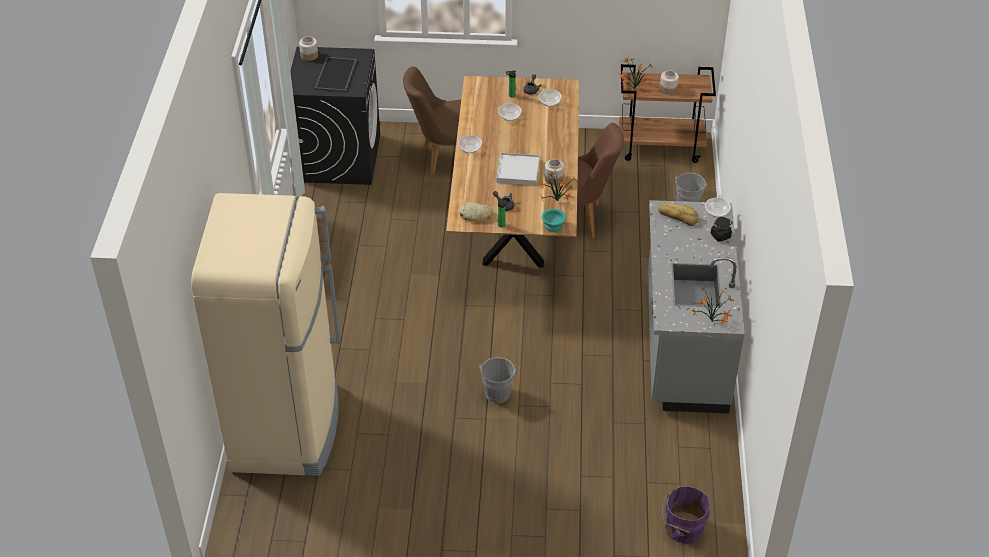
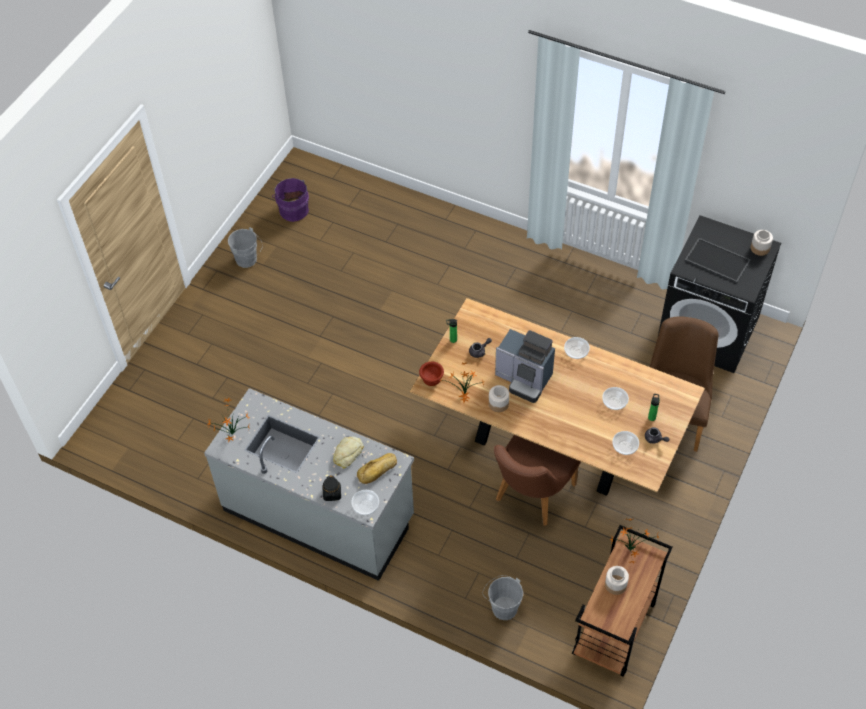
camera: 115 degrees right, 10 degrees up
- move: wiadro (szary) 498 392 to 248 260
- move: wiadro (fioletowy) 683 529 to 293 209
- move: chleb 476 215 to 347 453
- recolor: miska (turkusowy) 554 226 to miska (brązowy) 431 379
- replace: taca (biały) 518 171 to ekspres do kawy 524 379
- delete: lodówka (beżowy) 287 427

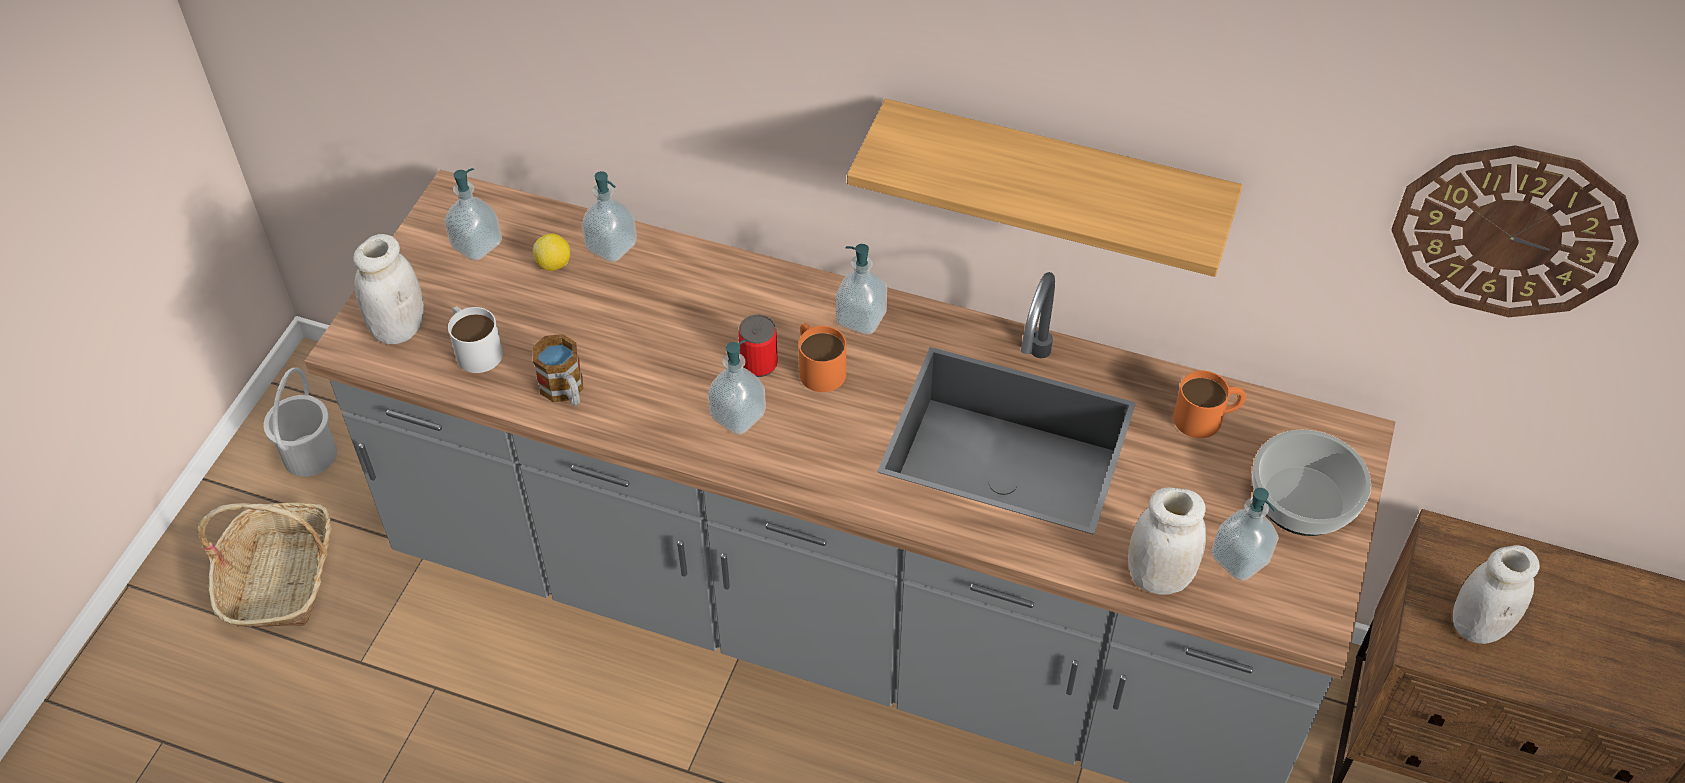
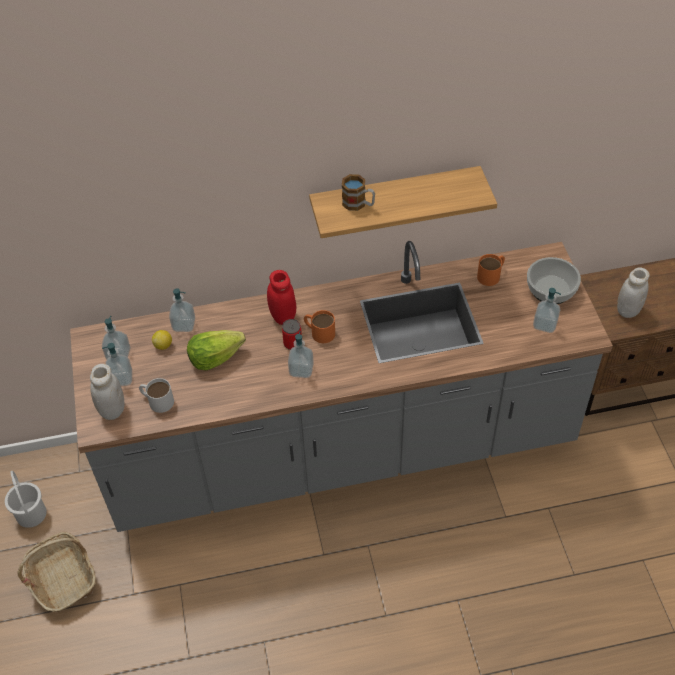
camera: 30 degrees left, 0 degrees up
- move: dozownik mydła 861 318 to 121 378
- insert: sałata 215 358
- insert: słoik (czerwony) 283 316
- move: kubek 565 391 to 358 204
- delete: słoik (biały) 1158 577
- delete: zegar ścienny 1512 231

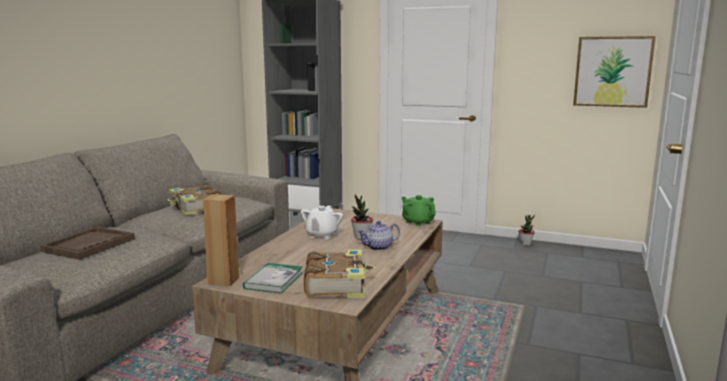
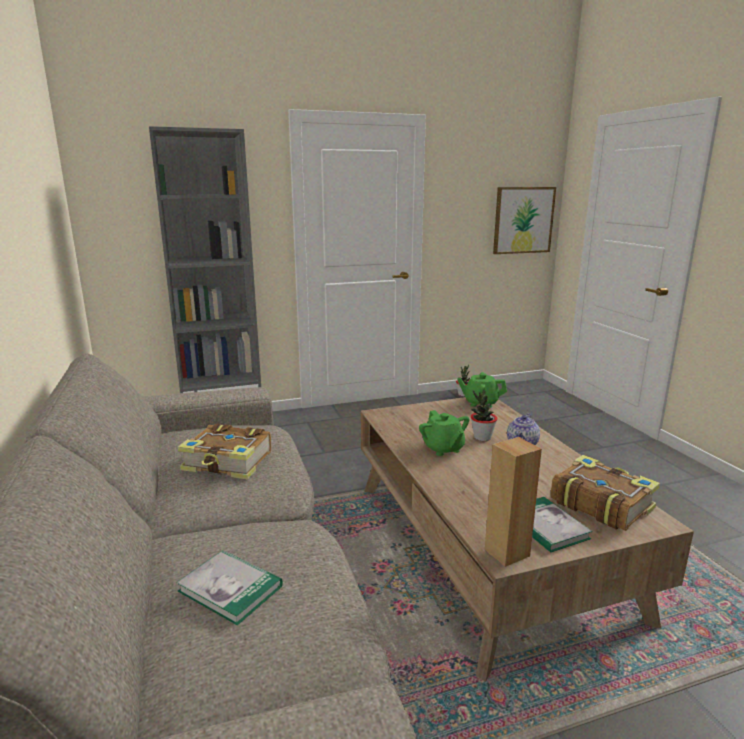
camera: 40 degrees left, 5 degrees up
- replace: taca (brązowy) 89 245 to książka 230 588
- recolor: imbryk (biały) 321 235 to imbryk (zielony) 443 448

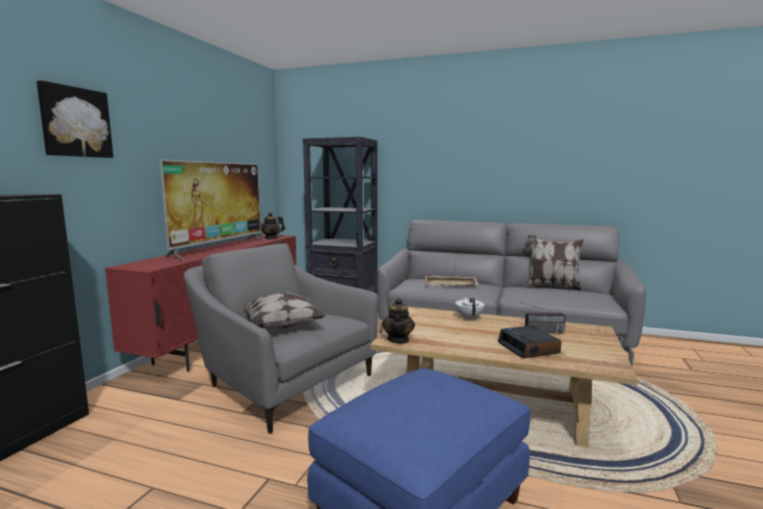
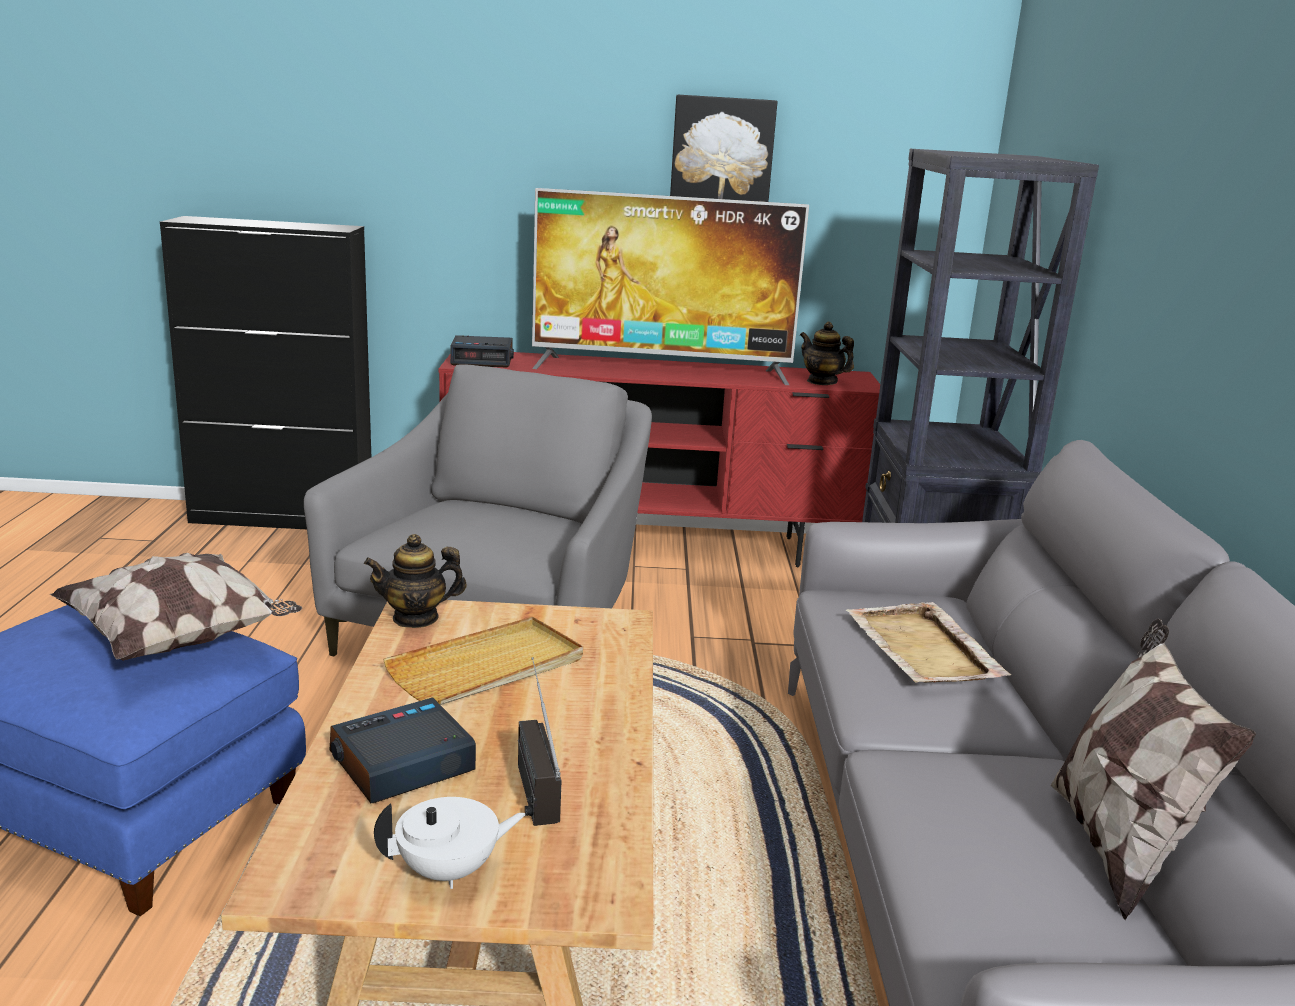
camera: 70 degrees right, 10 degrees up
- move: poduszka 283 326 to 181 640
- move: imbryk (biały) 469 317 to 449 871
- insert: taca (beżowy) 488 668
- insert: budzik 483 360
- move: obraz 75 122 to 722 150

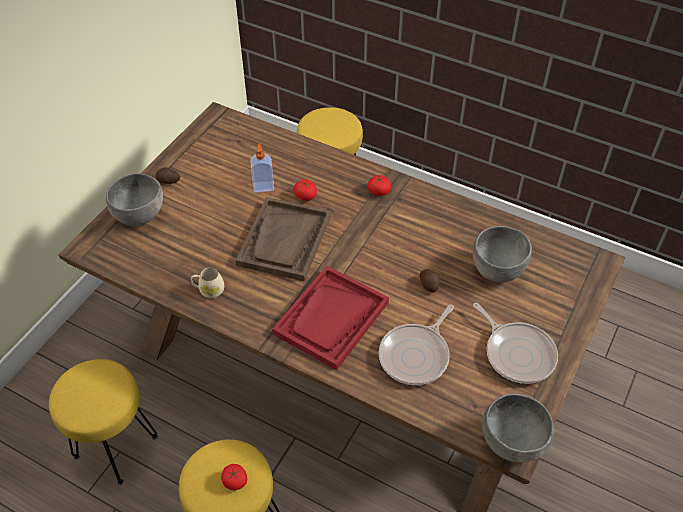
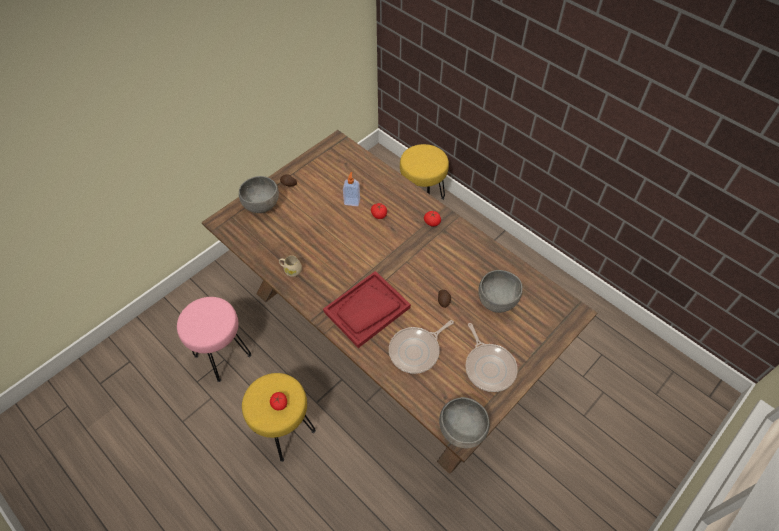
camera: 15 degrees right, 5 degrees up
- recolor: stołek (żółty) 115 447 to stołek (różowy) 222 355
- delete: taca (brązowy) 285 240

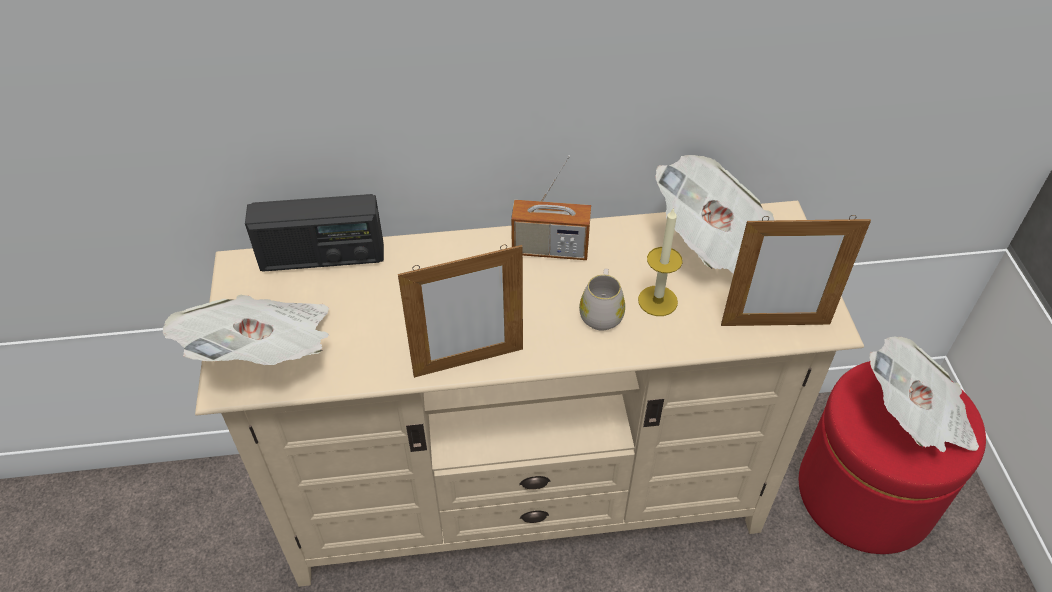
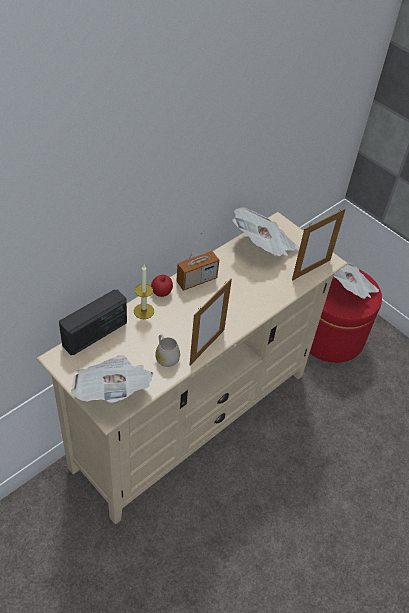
camera: 40 degrees left, 0 degrees up
- move: świeca 657 301 to 143 311
- insert: jabłko 162 292
- move: kubek (biały) 601 312 to 166 357

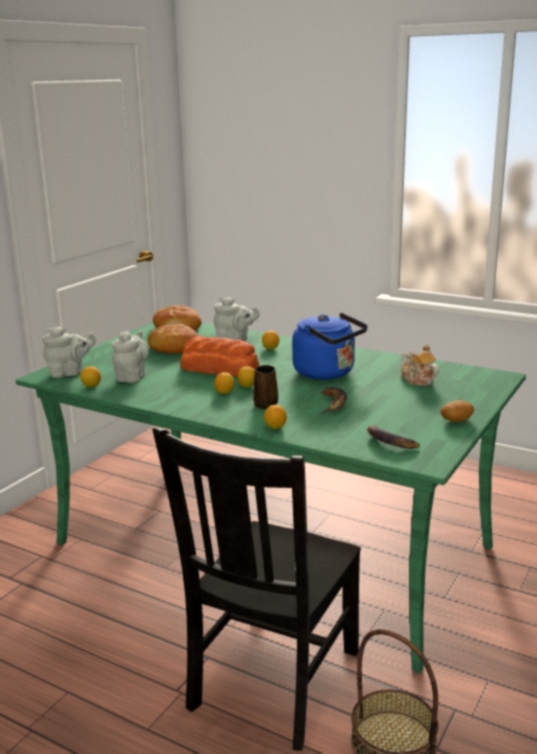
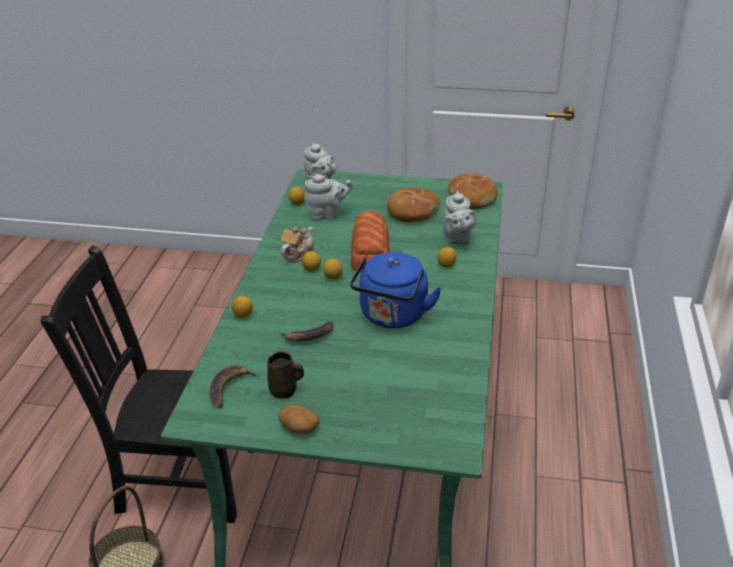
camera: 70 degrees right, 15 degrees up
- move: kubek (brązowy) 266 404 to 285 391
- move: imbryk 417 380 to 297 254

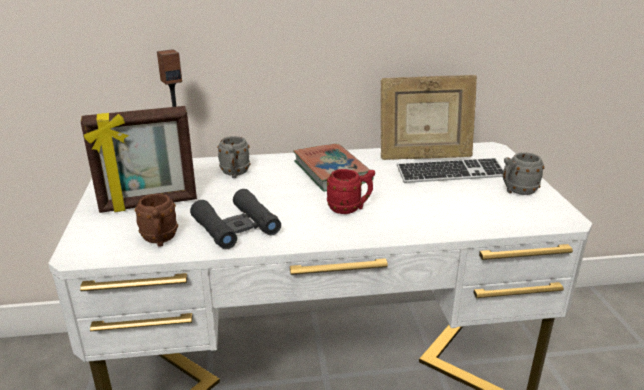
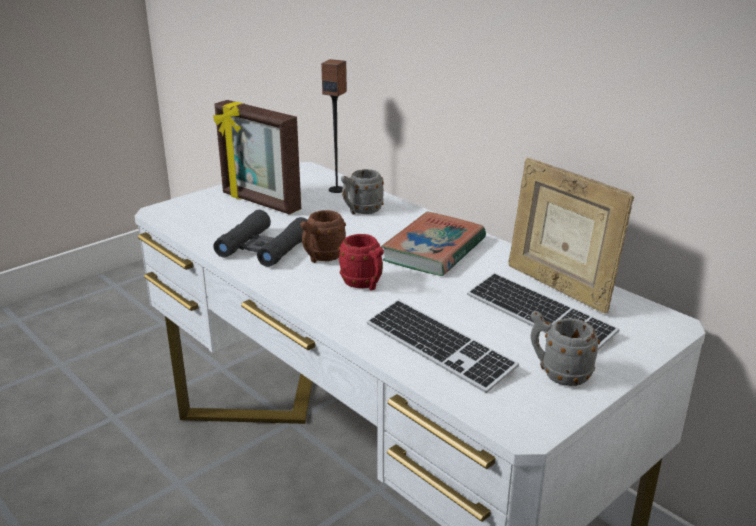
camera: 55 degrees right, 0 degrees up
- move: kubek (brązowy) 160 240 to 321 258
- insert: klawiatura 438 347

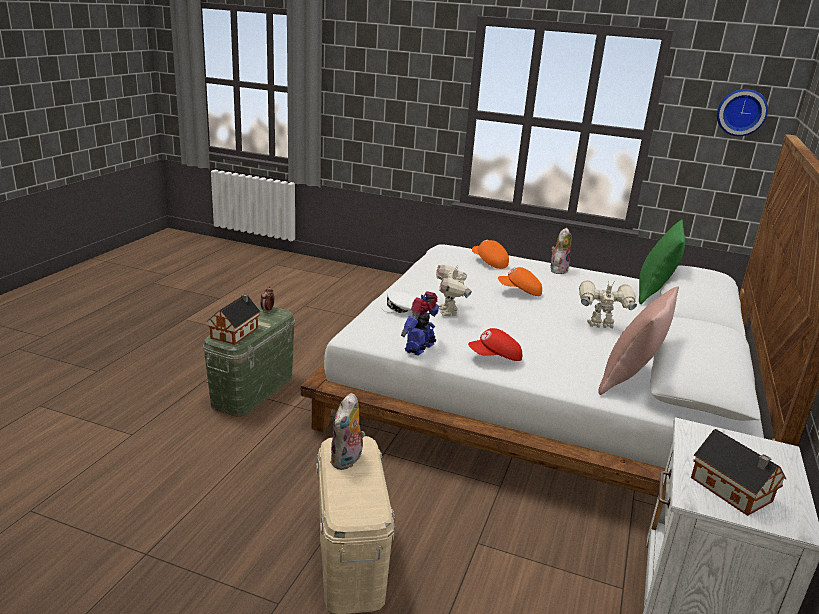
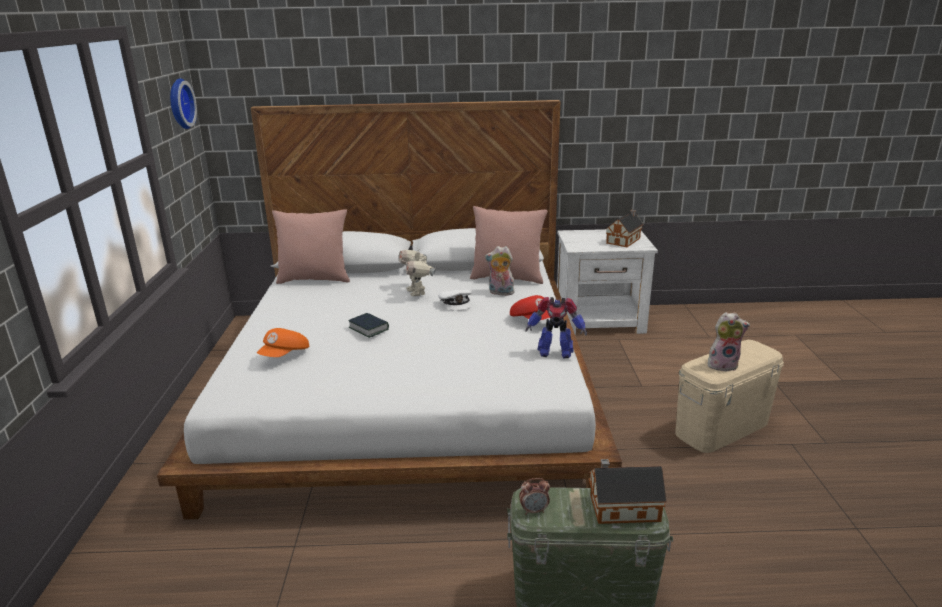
camera: 110 degrees left, 0 degrees up
- recolor: poduszka (zielony) 654 294 to poduszka (różowy) 315 279
- replace: czapka z daszkiem (pomarańczowy) 520 292 to książka 368 328
- move: czapka z daszkiem (biały) 401 309 to 456 303
- move: pluszak 558 270 to 500 293
- delete: robot zabawkowy 449 312

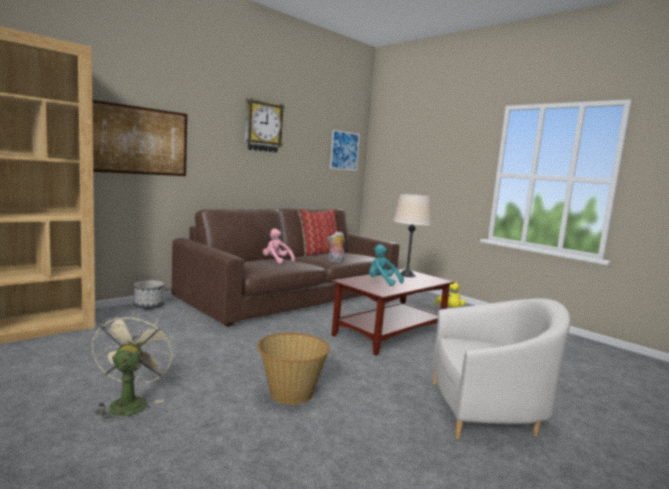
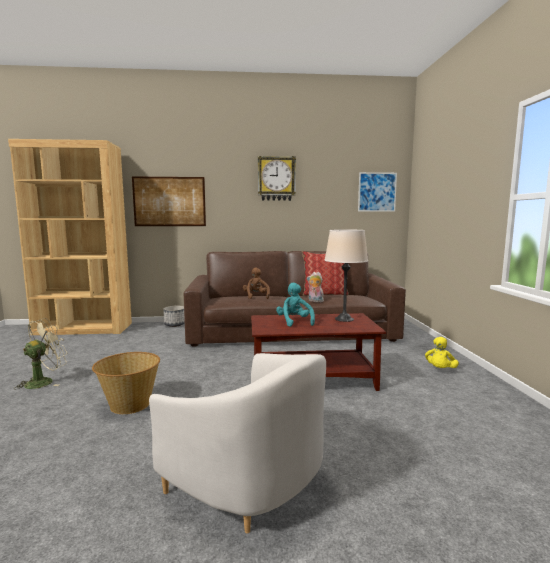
camera: 40 degrees right, 0 degrees up
- recolor: pluszak (różowy) 276 261 to pluszak (brązowy) 256 296

